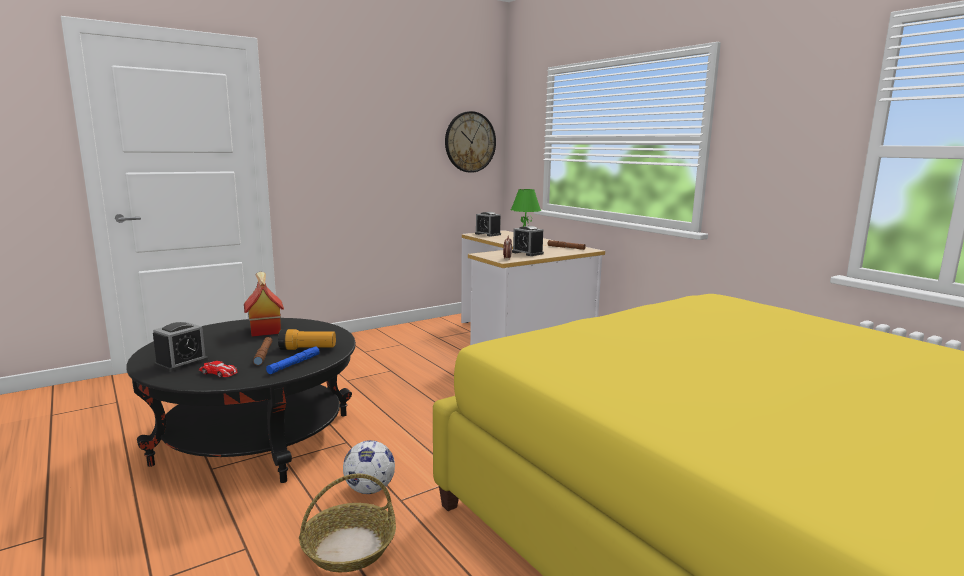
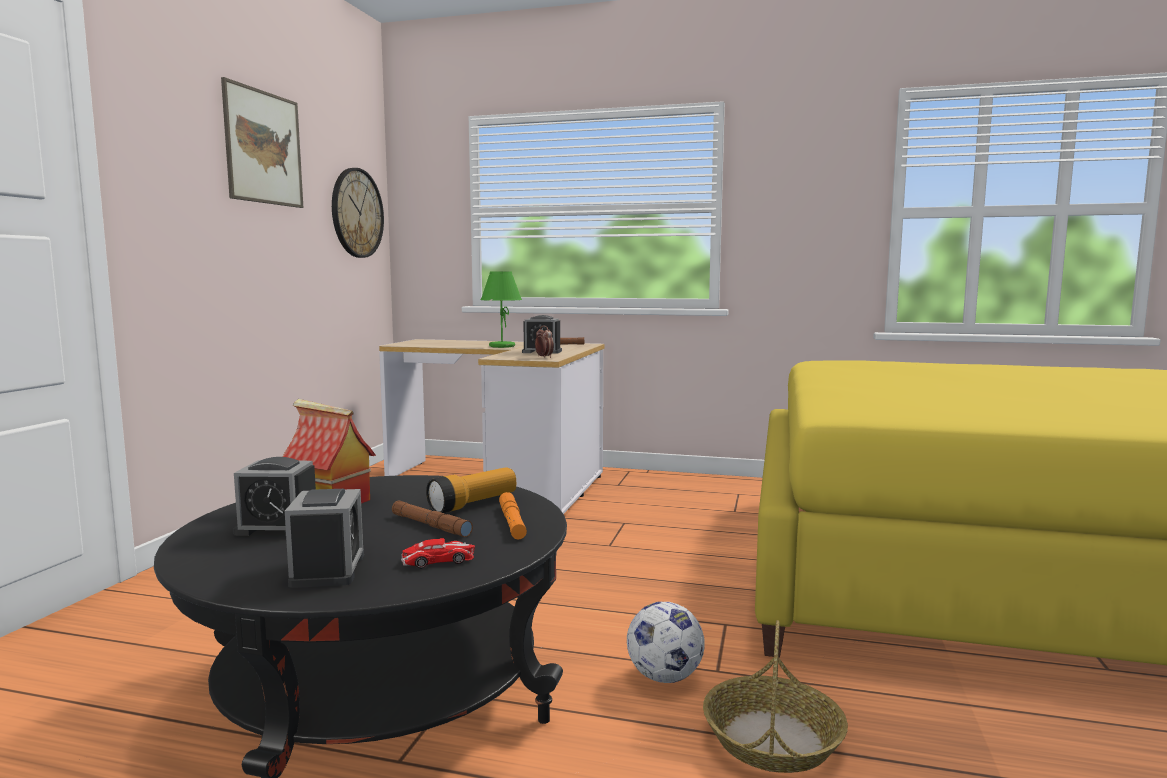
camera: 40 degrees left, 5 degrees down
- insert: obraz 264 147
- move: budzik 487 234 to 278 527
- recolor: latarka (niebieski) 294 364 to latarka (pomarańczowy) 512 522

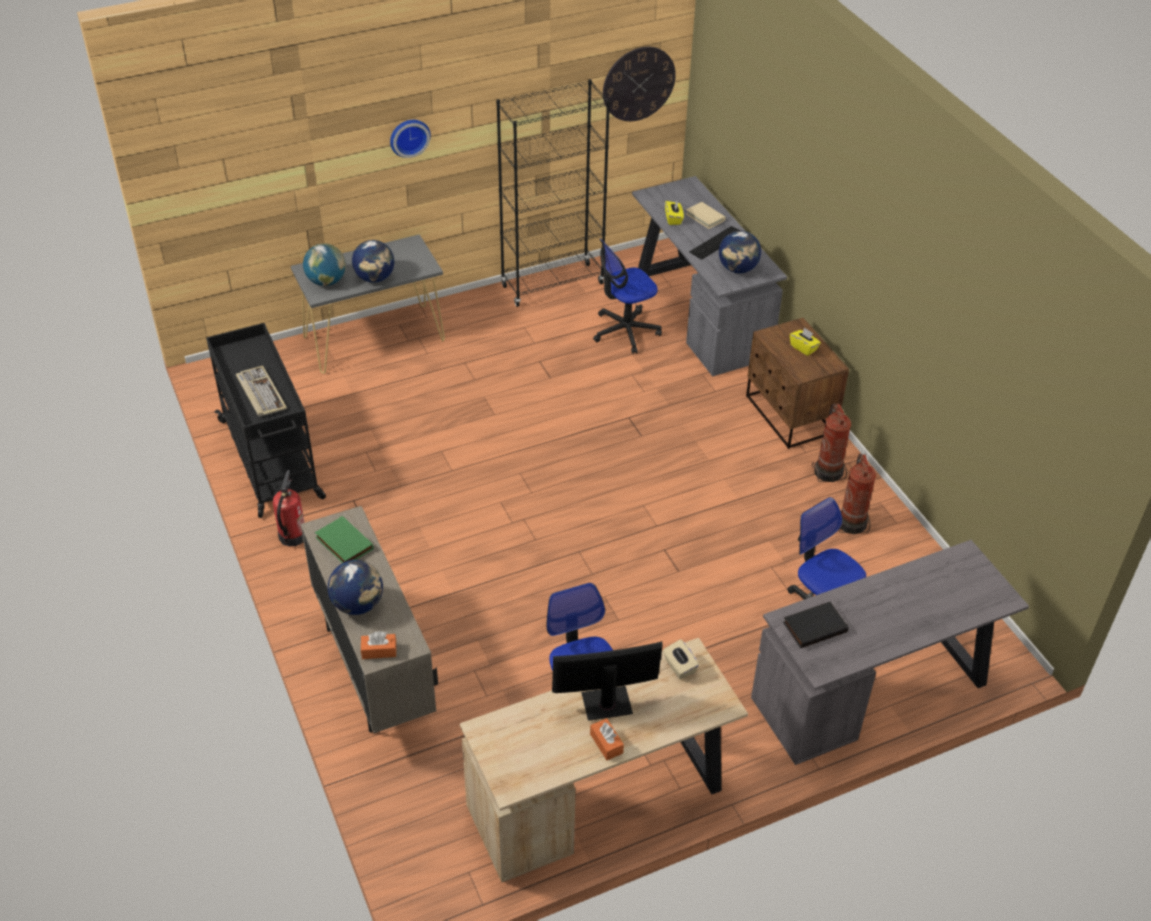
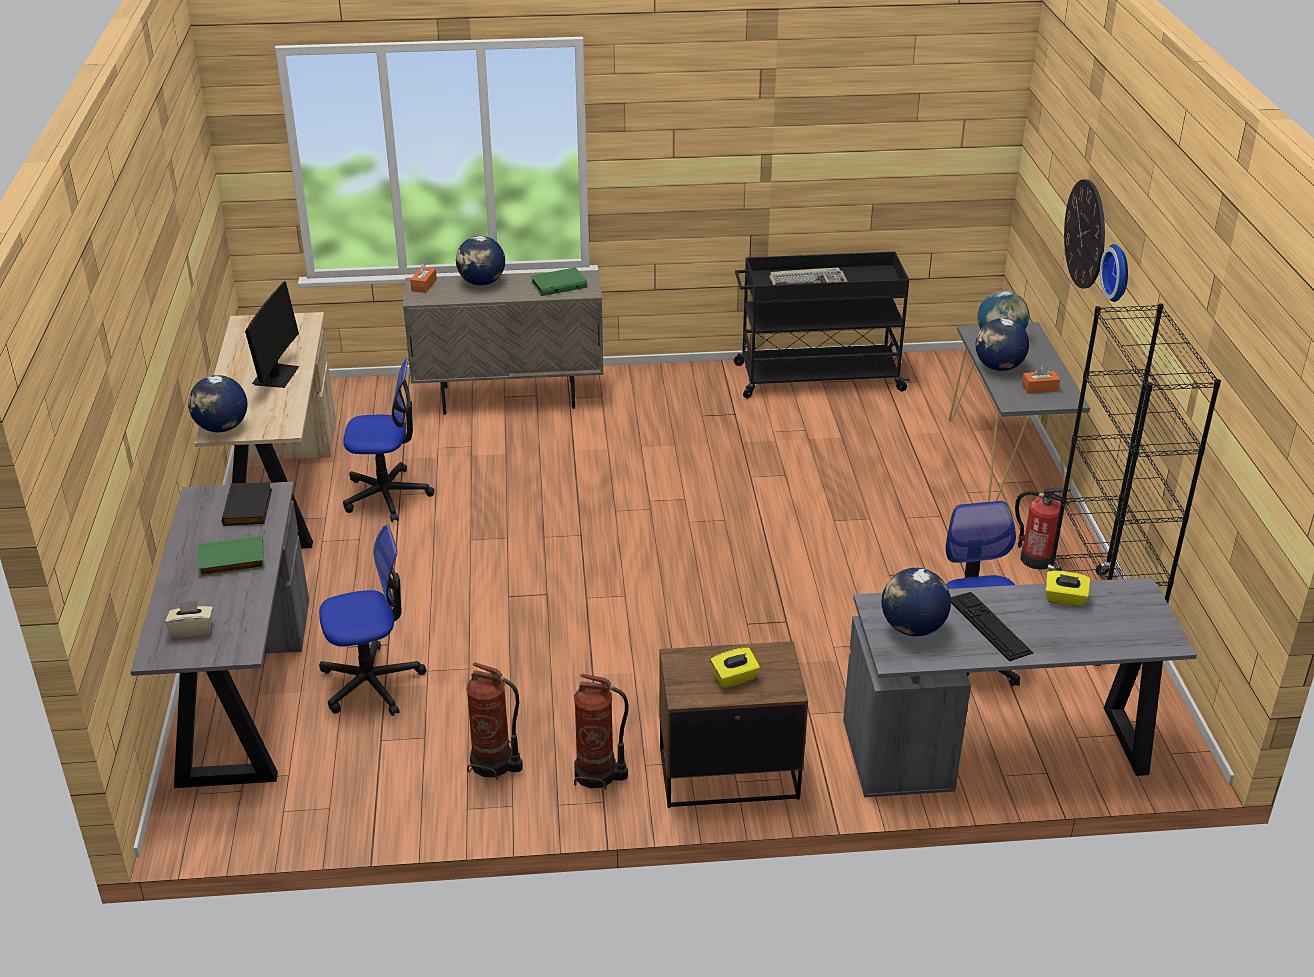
camera: 110 degrees right, 10 degrees down
- move: pudełko chusteczek (beżowy) 679 667 to 192 629
- insert: globus 222 428
- insert: książka (zielony) 231 561
- move: gaśnica 292 536 to 1036 559
- move: pudełko chusteczek (pomarańczowy) 606 743 to 1039 388
- move: zegar ścienny 638 84 to 1085 234
- delete: książka (beżowy) 705 217

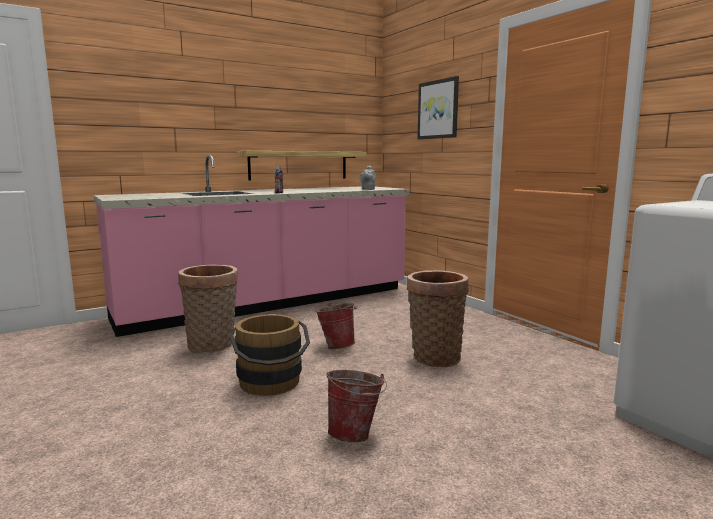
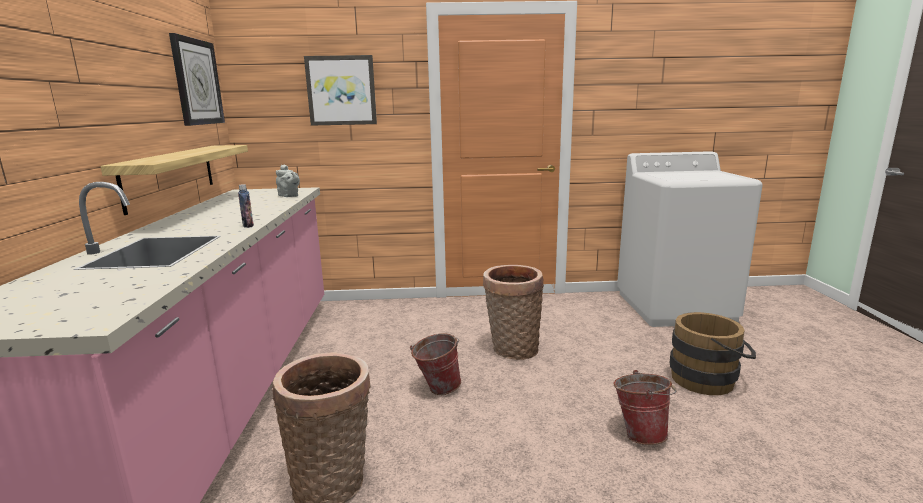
camera: 60 degrees left, 5 degrees up
- insert: zegar ścienny 197 82
- move: wiadro (brązowy) 271 384 to 708 379

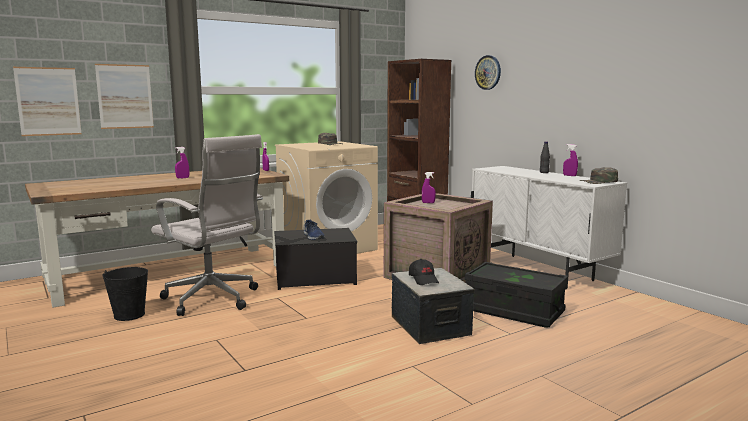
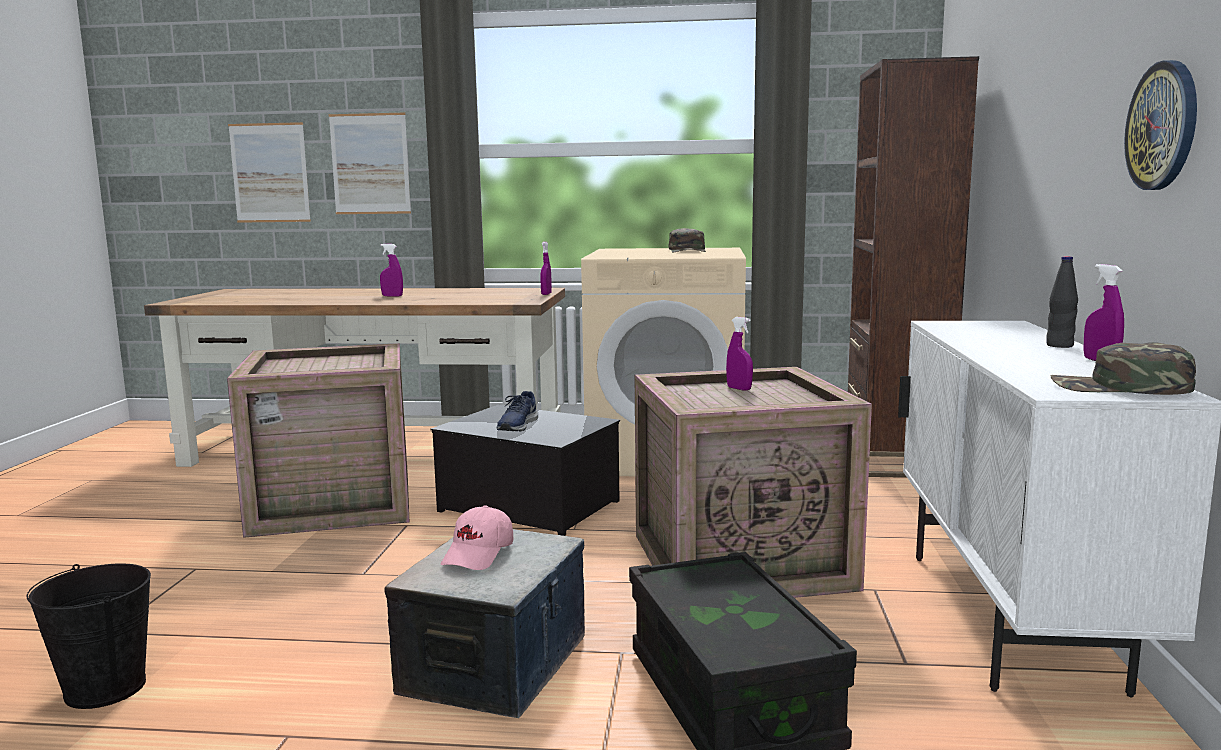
camera: 40 degrees right, 0 degrees up
- move: wiadro (czarny) 129 315 to 106 688
- replace: krzesło biurowe (biały) 213 300 to skrzynka 330 504
- recolor: czapka z daszkiem (czarny) 424 279 to czapka z daszkiem (różowy) 479 554
- move: zegar ścienny 488 72 to 1163 126

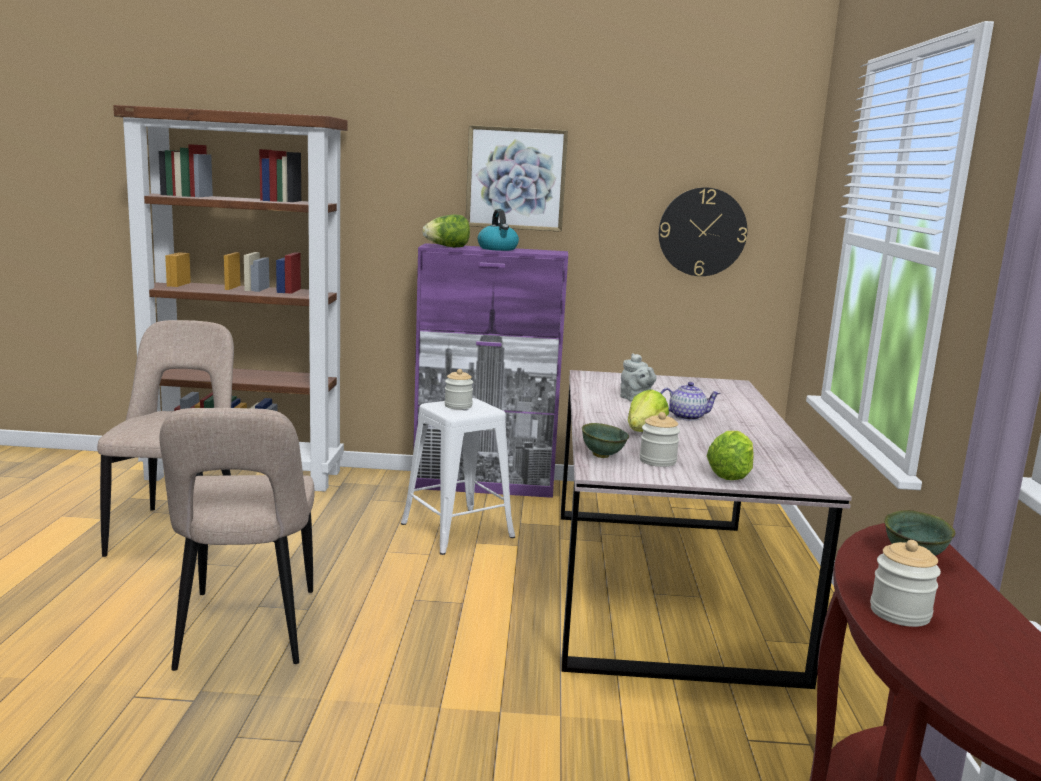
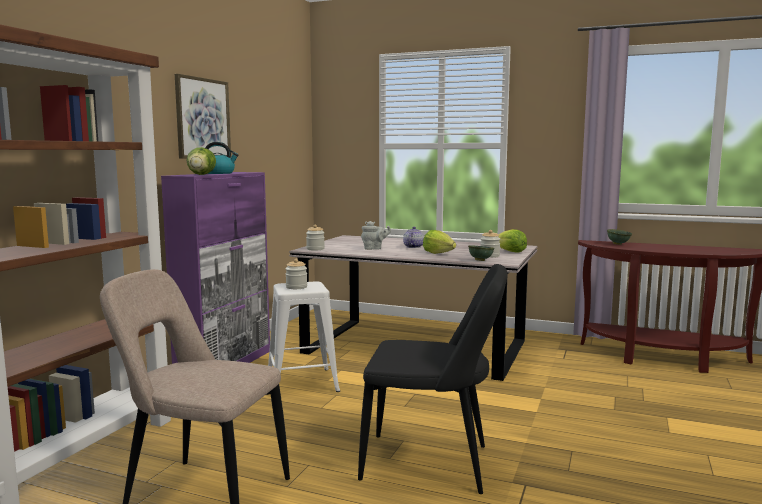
camera: 70 degrees left, 5 degrees down
- move: słoik 900 613 to 315 249
- recolor: krzesło (beżowy) 245 633 to krzesło (czarny) 432 464
- delete: zegar ścienny 702 232

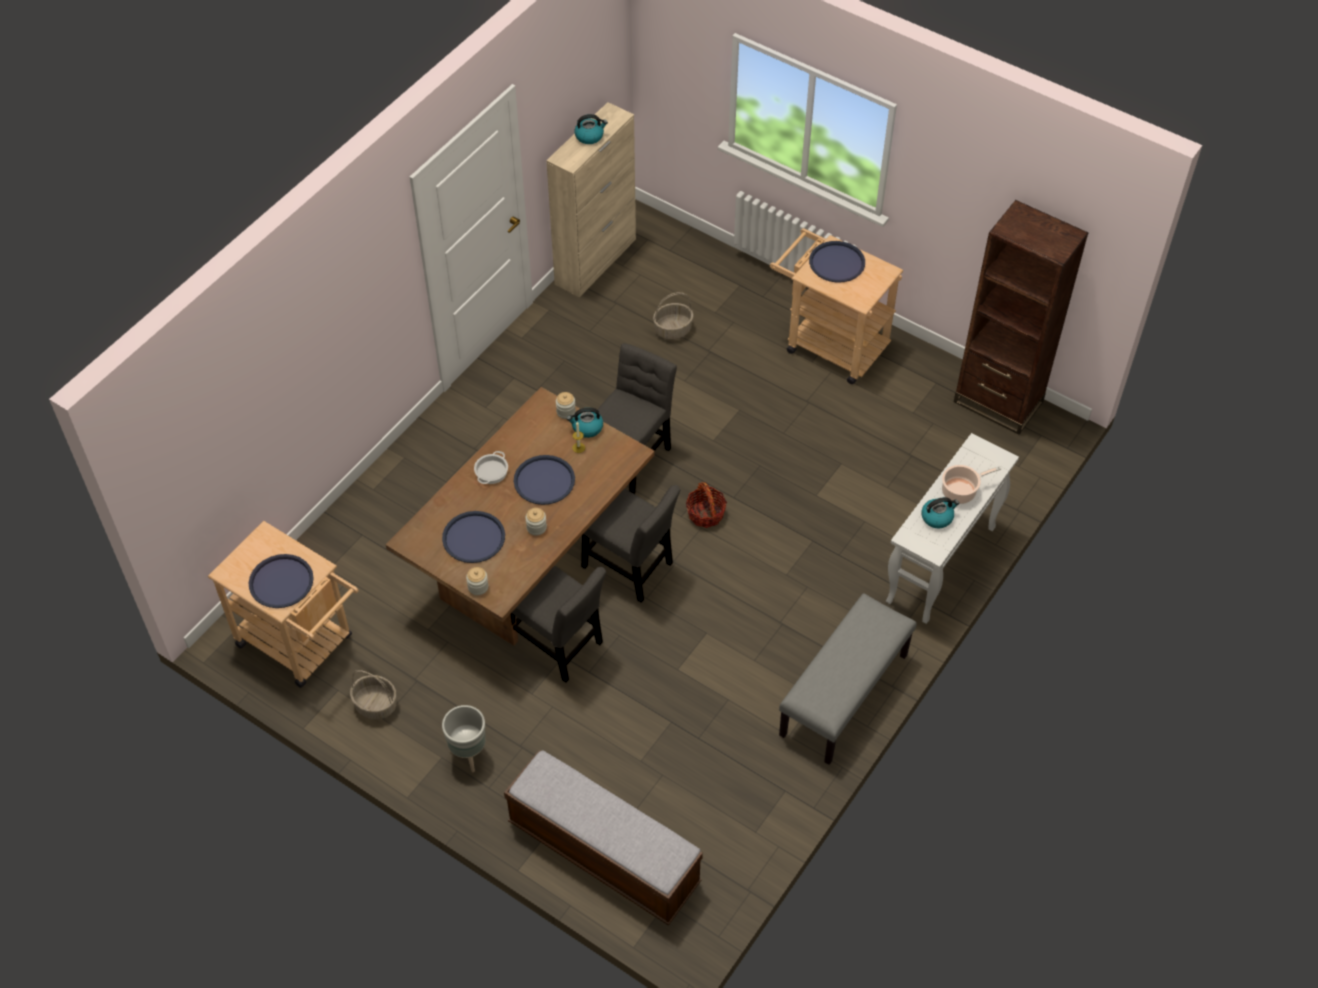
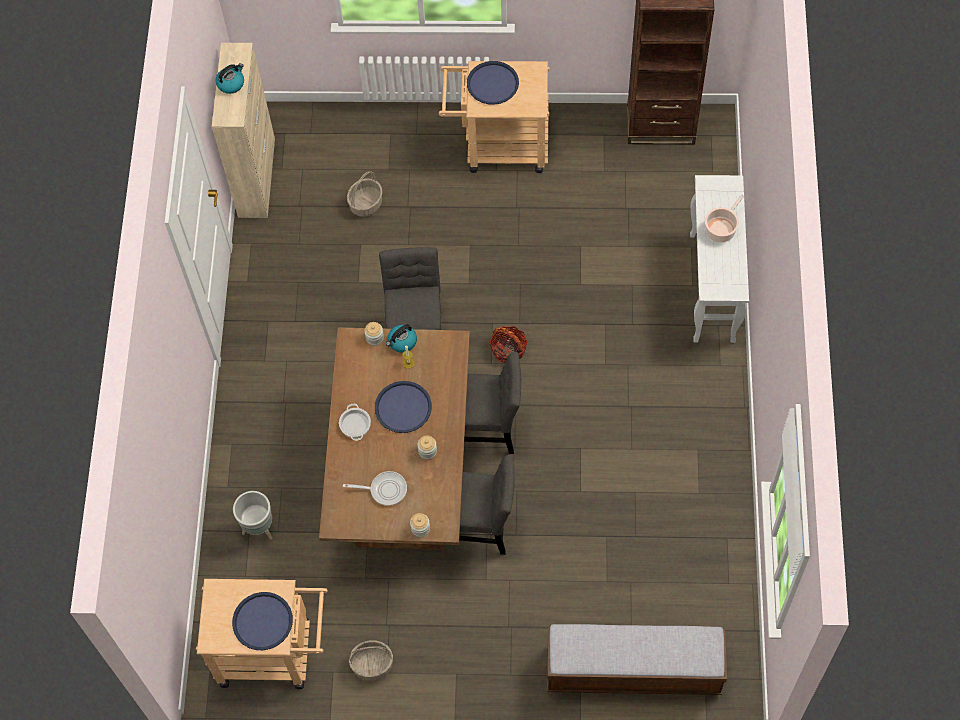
camera: 30 degrees left, 10 degrees up
- move: donica (szary) 468 754 to 258 528
- replace: taca (niebieski) 473 538 to patelnia 385 489
- delete: ławka (szary) 844 696
- delete: czajnik 937 517

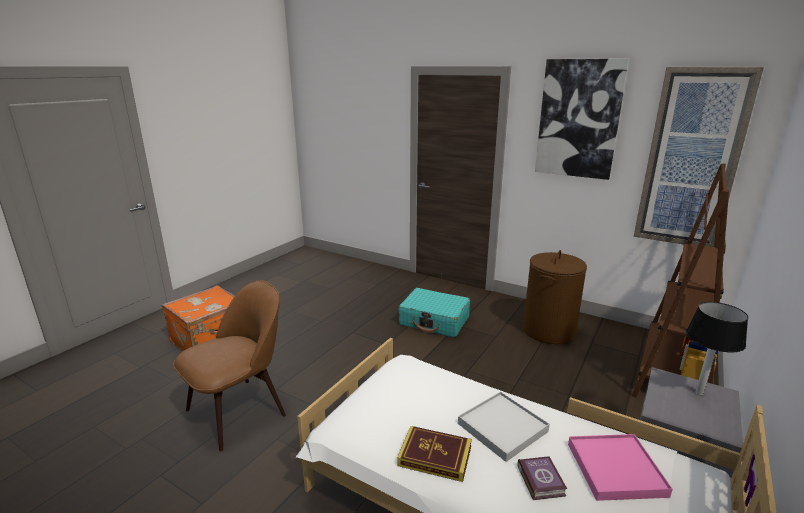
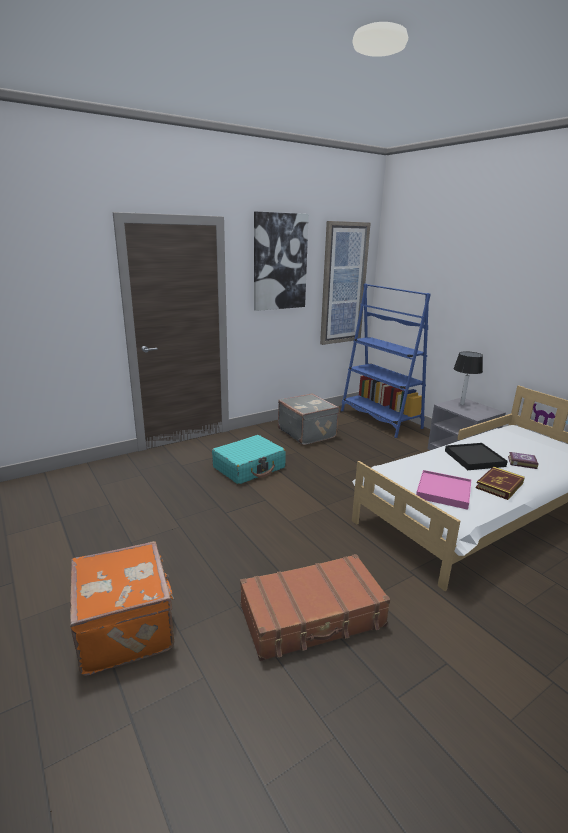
camera: 65 degrees left, 0 degrees up
- replace: krzesło (brązowy) 240 410 to walizka (brązowy) 312 617
- replace: kosz na pranie (brązowy) 548 330 to walizka (szary) 307 433
- recolor: regał (brązowy) 673 372 to regał (niebieski) 380 419
- move: taca (różowy) 615 469 to 443 492
- recolor: taca (biały) 502 427 to taca (czarny) 474 458

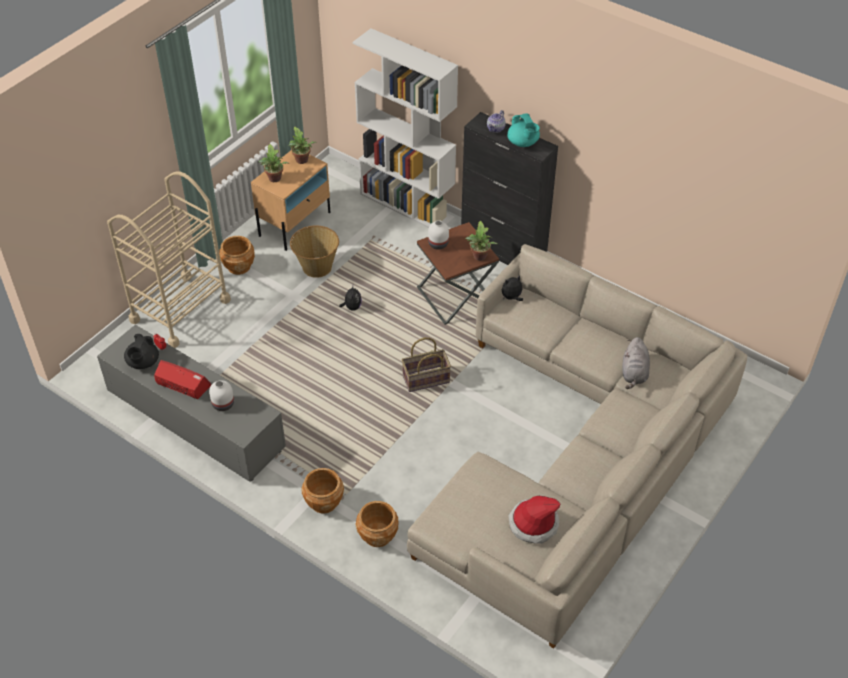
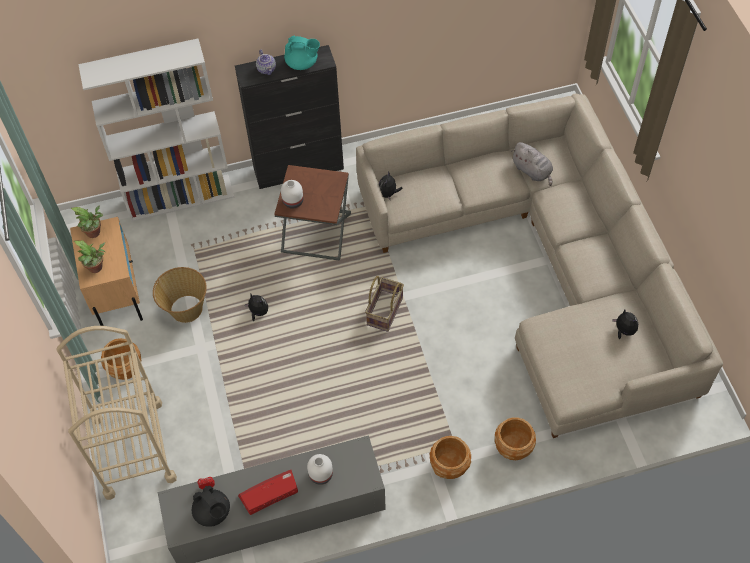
camera: 50 degrees left, 10 degrees up
- replace: kapelusz 533 524 to pluszak 623 331
- delete: roślina doniczkowa 479 257

